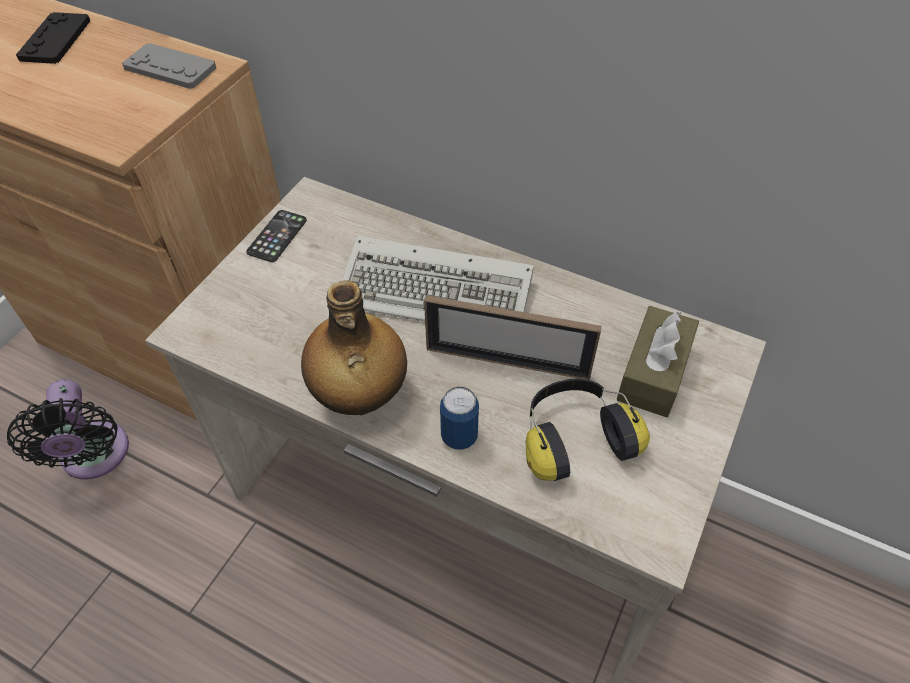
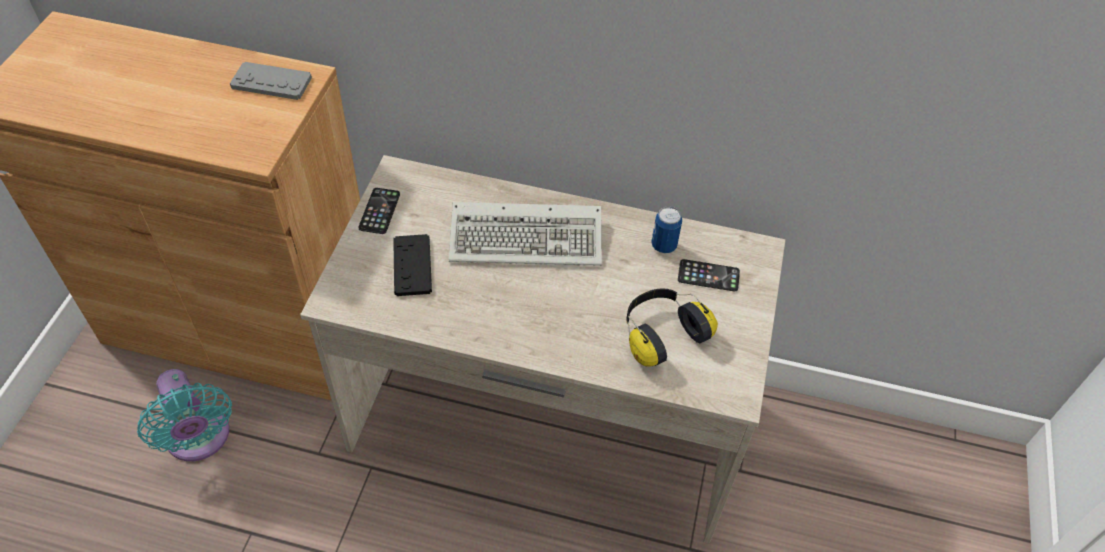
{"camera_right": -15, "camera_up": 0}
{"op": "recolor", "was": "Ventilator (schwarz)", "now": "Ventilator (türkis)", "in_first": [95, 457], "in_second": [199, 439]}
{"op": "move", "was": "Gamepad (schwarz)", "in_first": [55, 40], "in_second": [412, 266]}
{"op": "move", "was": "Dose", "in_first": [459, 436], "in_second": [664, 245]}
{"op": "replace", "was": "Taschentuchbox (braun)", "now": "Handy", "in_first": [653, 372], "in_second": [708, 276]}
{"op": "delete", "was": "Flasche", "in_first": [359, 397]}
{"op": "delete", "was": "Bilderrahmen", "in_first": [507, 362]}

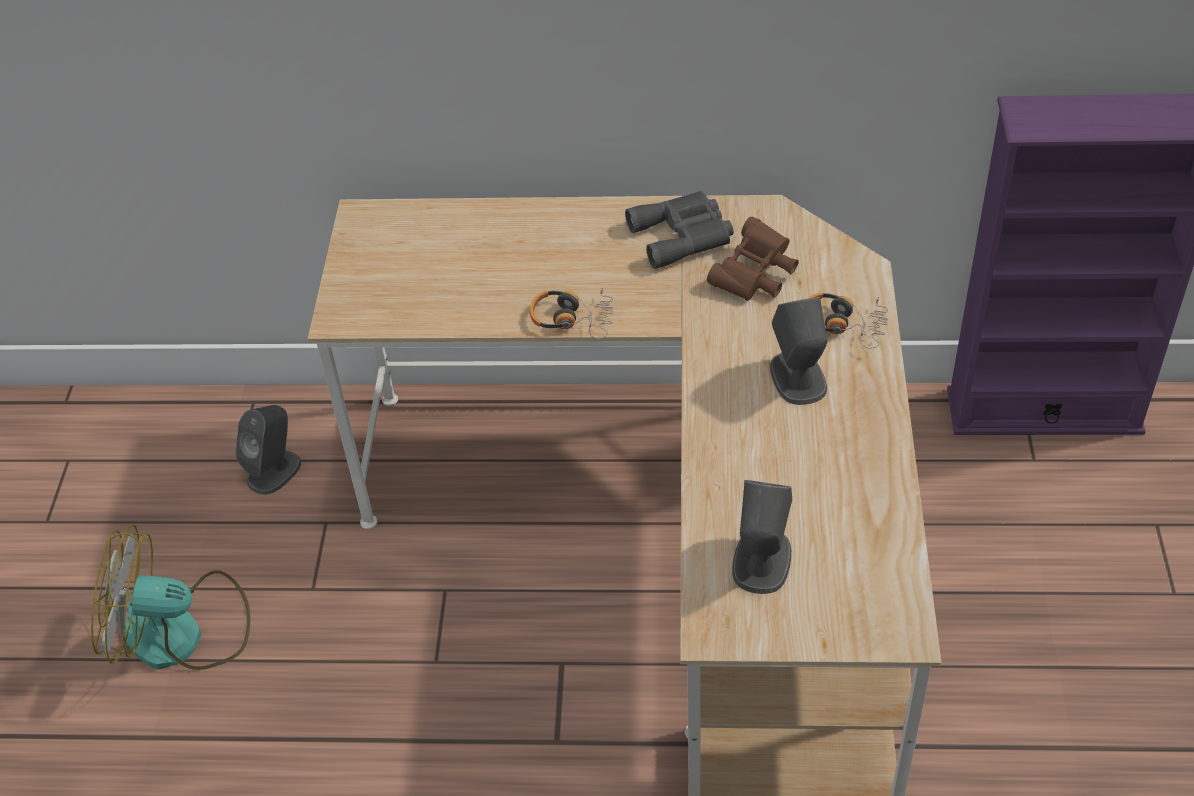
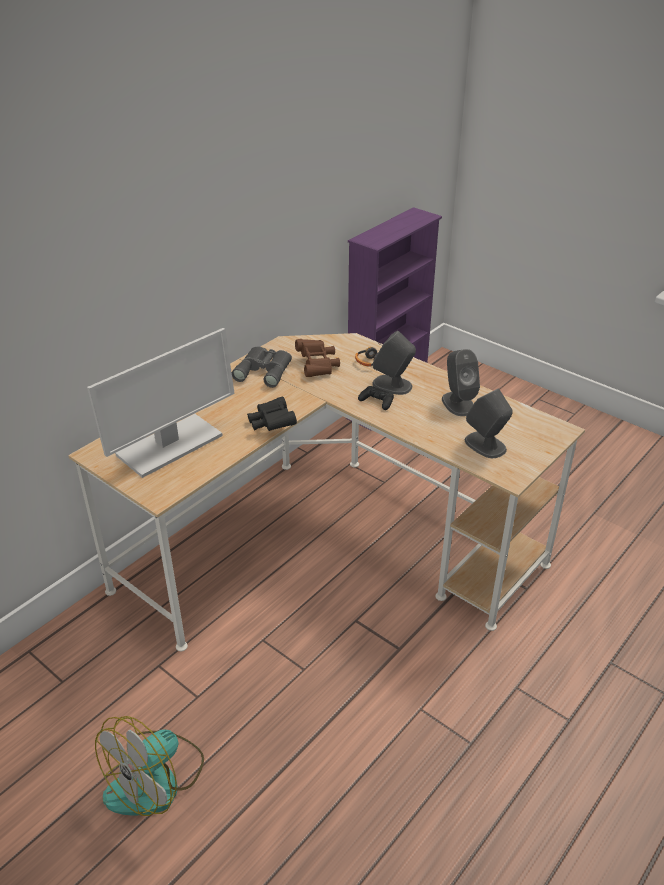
{"camera_right": -55, "camera_up": -10}
{"op": "insert", "now": "Monitor", "in_second": [169, 446]}
{"op": "replace", "was": "Kopfhörer", "now": "Fernglas (schwarz)", "in_first": [572, 319], "in_second": [272, 424]}
{"op": "insert", "now": "Gamepad (schwarz)", "in_second": [377, 401]}
{"op": "move", "was": "Lautsprecher (grau)", "in_first": [274, 471], "in_second": [458, 403]}

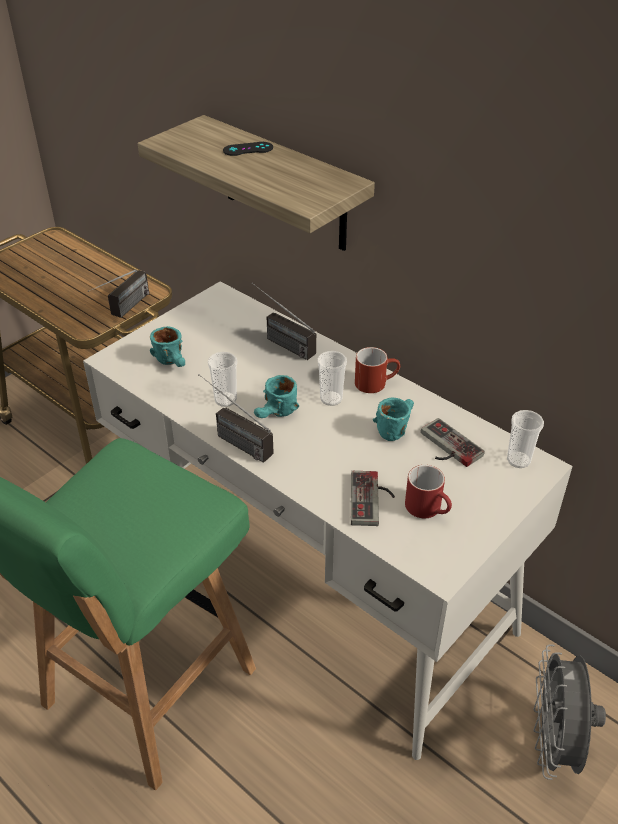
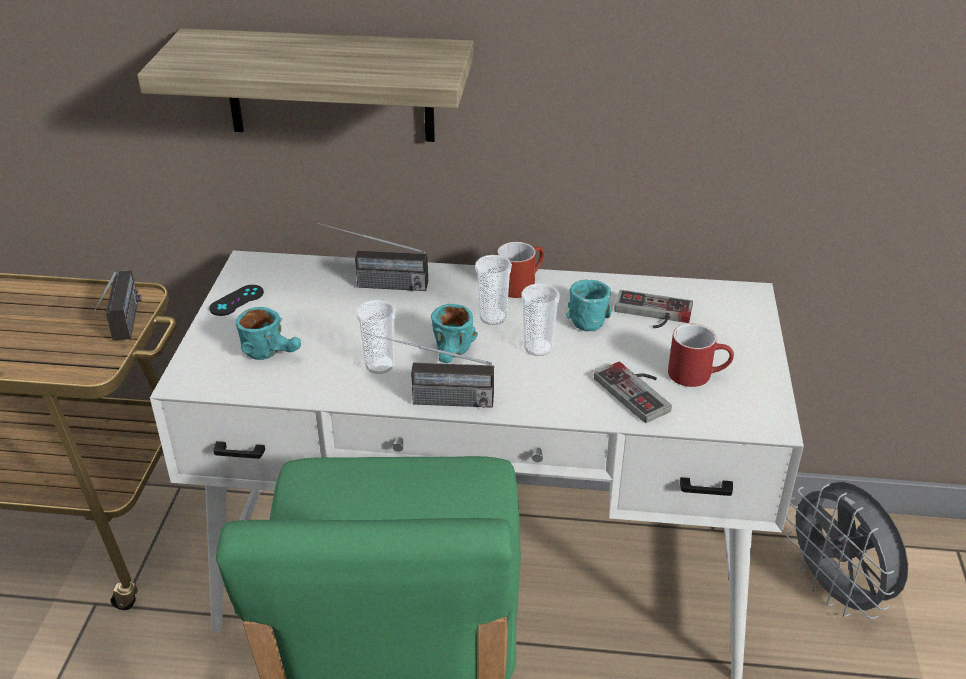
{"camera_right": -35, "camera_up": -5}
{"op": "move", "was": "Gamepad (schwarz)", "in_first": [248, 149], "in_second": [237, 300]}
{"op": "move", "was": "Tasse", "in_first": [518, 460], "in_second": [538, 348]}

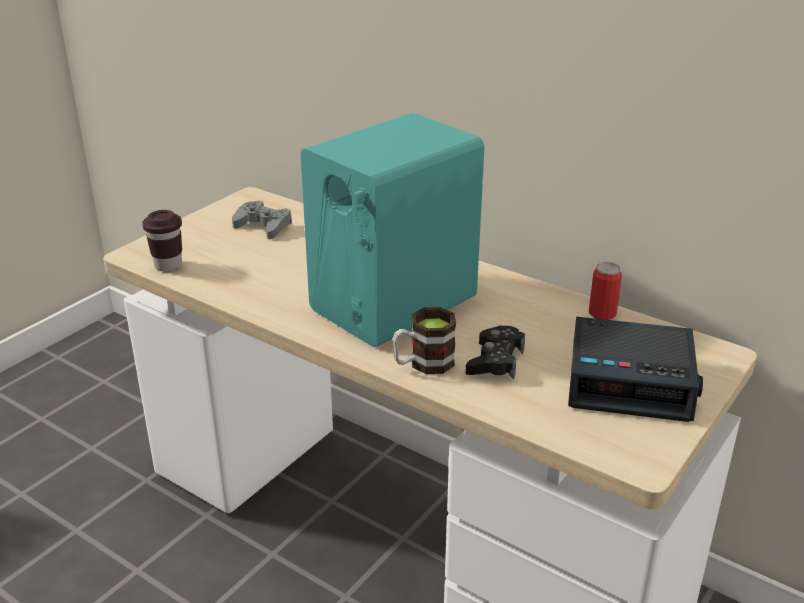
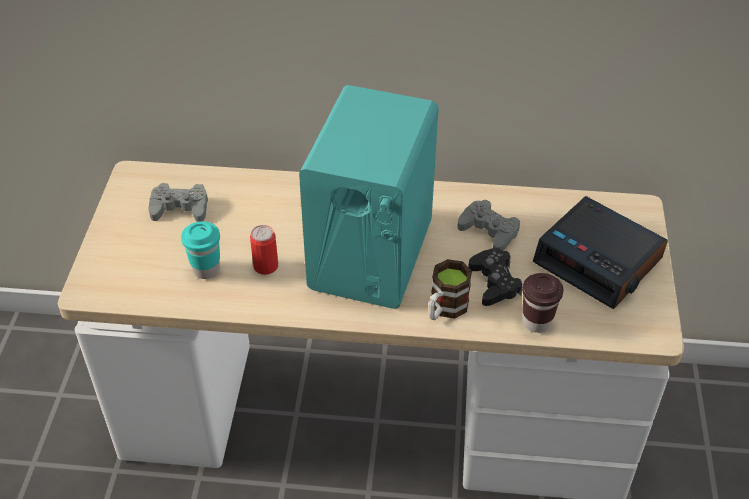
{"camera_right": -30, "camera_up": 15}
{"op": "insert", "now": "Tasse (türkis)", "in_second": [206, 269]}
{"op": "move", "was": "Dose", "in_first": [602, 313], "in_second": [266, 266]}
{"op": "insert", "now": "Gamepad (grau)", "in_second": [489, 231]}
{"op": "move", "was": "Tasse (braun)", "in_first": [168, 265], "in_second": [536, 322]}
{"op": "rotate", "was": "Wecker", "in_first": [631, 381], "in_second": [599, 261], "clockwise": 60}

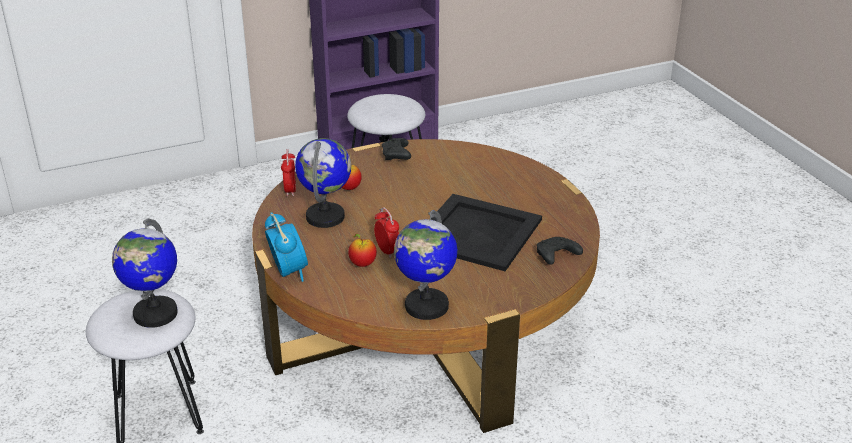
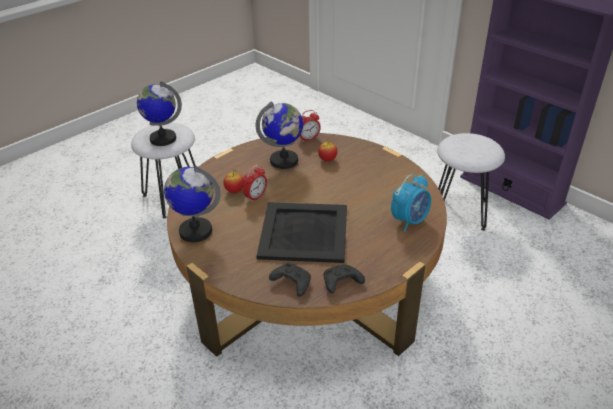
{"camera_right": 70, "camera_up": 5}
{"op": "move", "was": "Gamepad (schwarz)", "in_first": [396, 156], "in_second": [341, 283]}
{"op": "move", "was": "Wecker", "in_first": [288, 271], "in_second": [409, 220]}

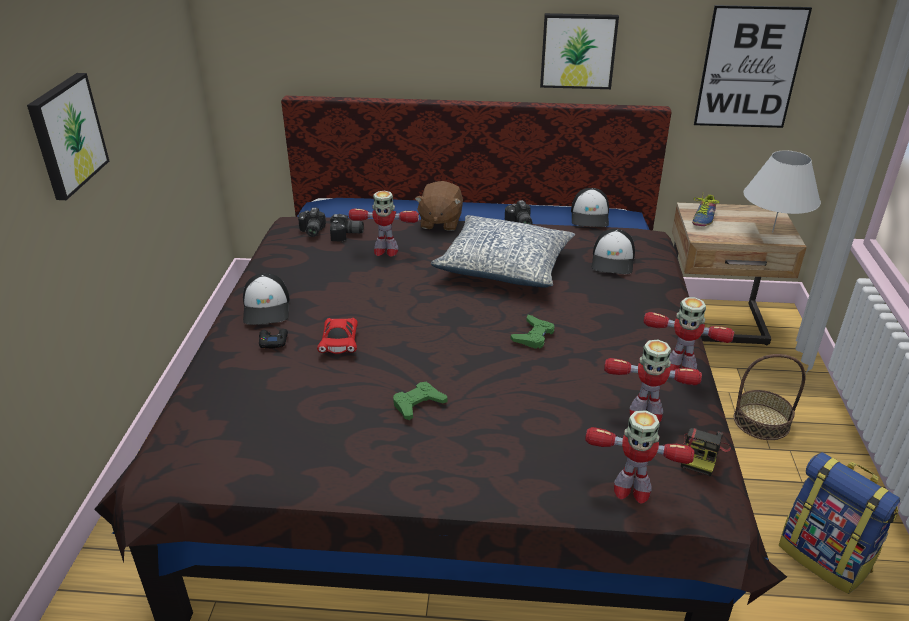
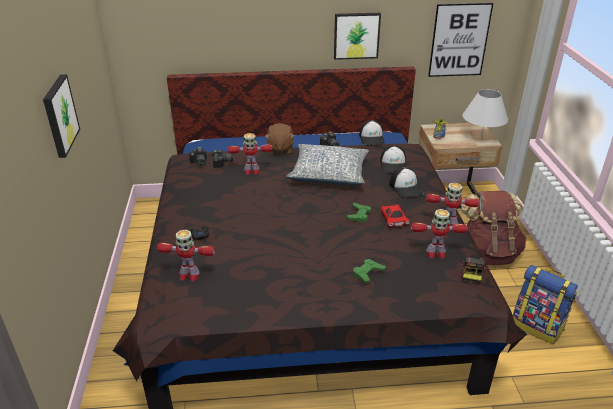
{"camera_right": -10, "camera_up": 0}
{"op": "move", "was": "Spielzeugroboter", "in_first": [631, 489], "in_second": [188, 275]}
{"op": "move", "was": "Gamepad (grün)", "in_first": [418, 404], "in_second": [368, 273]}
{"op": "move", "was": "Spielzeugauto (rot)", "in_first": [340, 343], "in_second": [394, 220]}
{"op": "move", "was": "Kappe", "in_first": [267, 308], "in_second": [406, 187]}
{"op": "replace", "was": "Korb", "now": "Rucksack (braun)", "in_first": [761, 421], "in_second": [487, 253]}

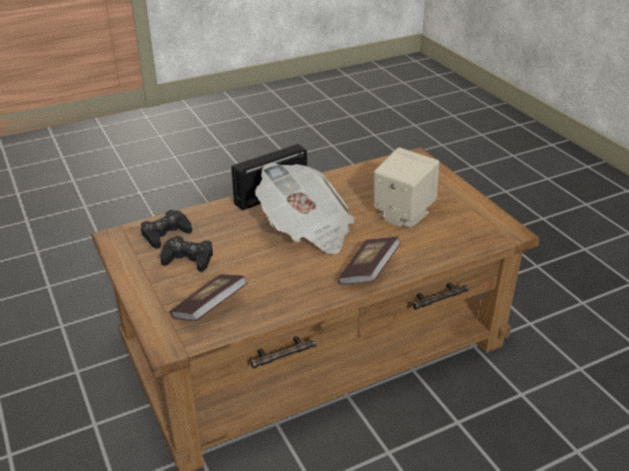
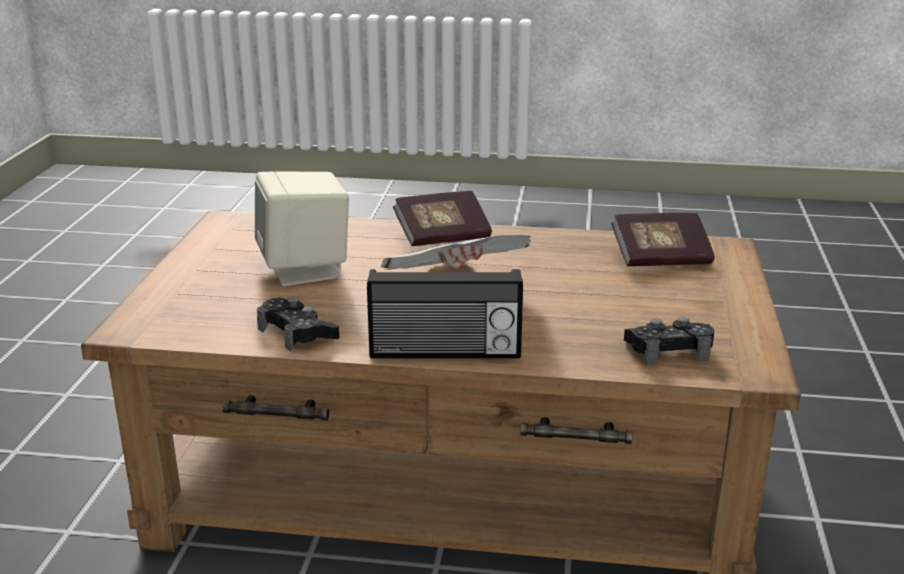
{"camera_right": -145, "camera_up": -10}
{"op": "move", "was": "Gamepad (schwarz)", "in_first": [188, 259], "in_second": [297, 333]}

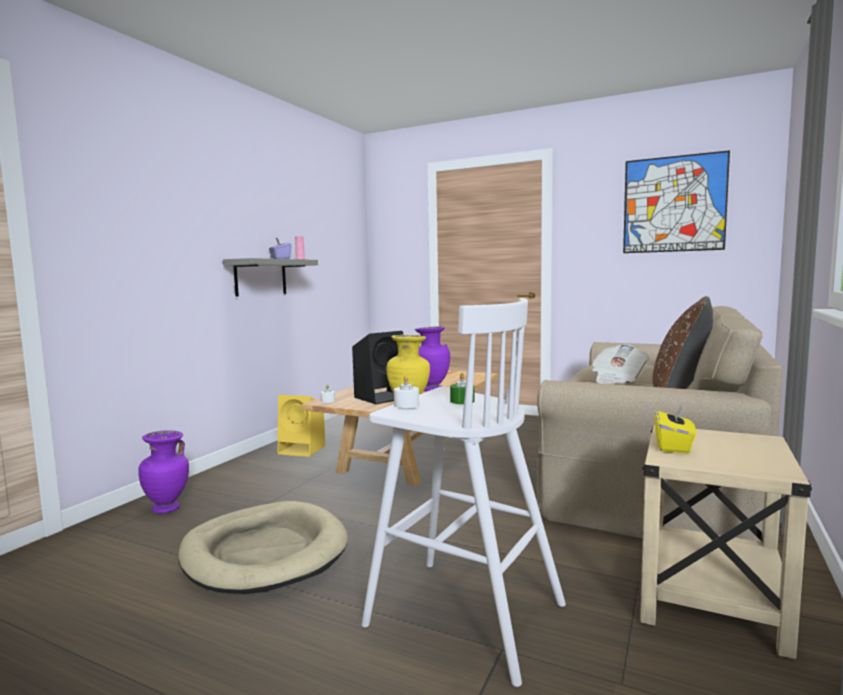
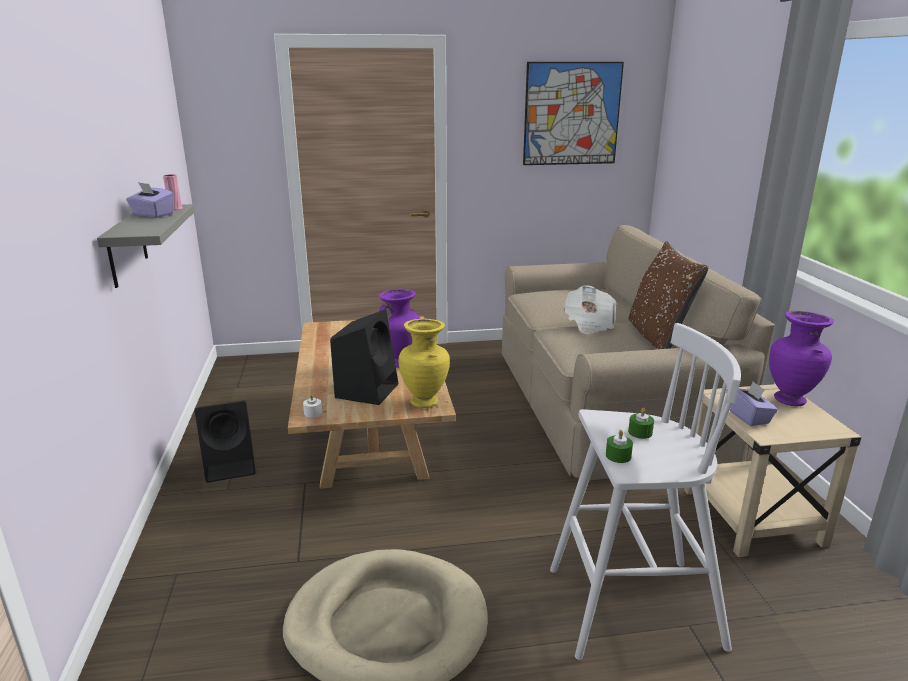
{"camera_right": -35, "camera_up": 15}
{"op": "recolor", "was": "Lautsprecher (gelb)", "now": "Lautsprecher (schwarz)", "in_first": [303, 450], "in_second": [232, 465]}
{"op": "recolor", "was": "Kerze (weiß)", "now": "Kerze (grün)", "in_first": [406, 405], "in_second": [618, 456]}
{"op": "recolor", "was": "Taschentuchbox (gelb)", "now": "Taschentuchbox (lila)", "in_first": [673, 446], "in_second": [748, 417]}
{"op": "move", "was": "Vase (lila)", "in_first": [167, 509], "in_second": [790, 400]}

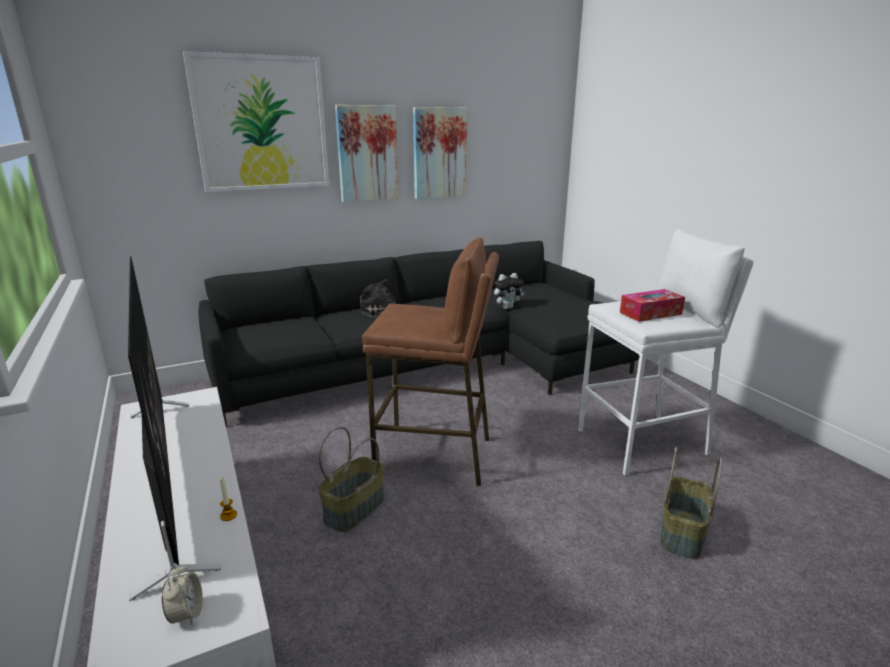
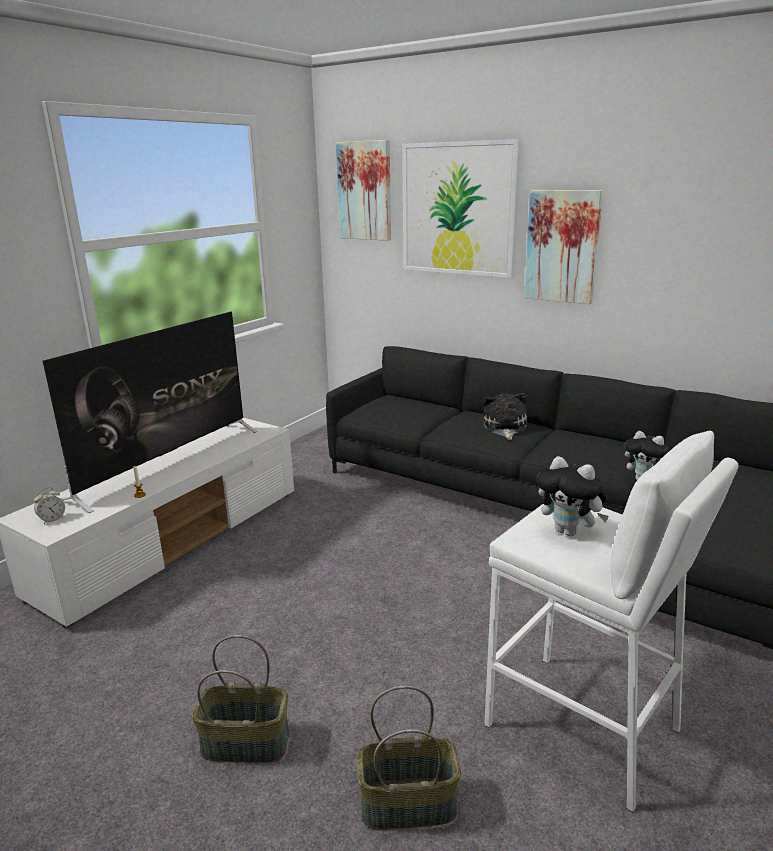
{"camera_right": 60, "camera_up": 0}
{"op": "move", "was": "Korb", "in_first": [354, 508], "in_second": [246, 742]}
{"op": "move", "was": "Bild", "in_first": [439, 153], "in_second": [365, 191]}
{"op": "replace", "was": "Taschentuchbox", "now": "Plüschtier", "in_first": [650, 313], "in_second": [569, 532]}
{"op": "delete", "was": "Hocker (braun)", "in_first": [434, 456]}

